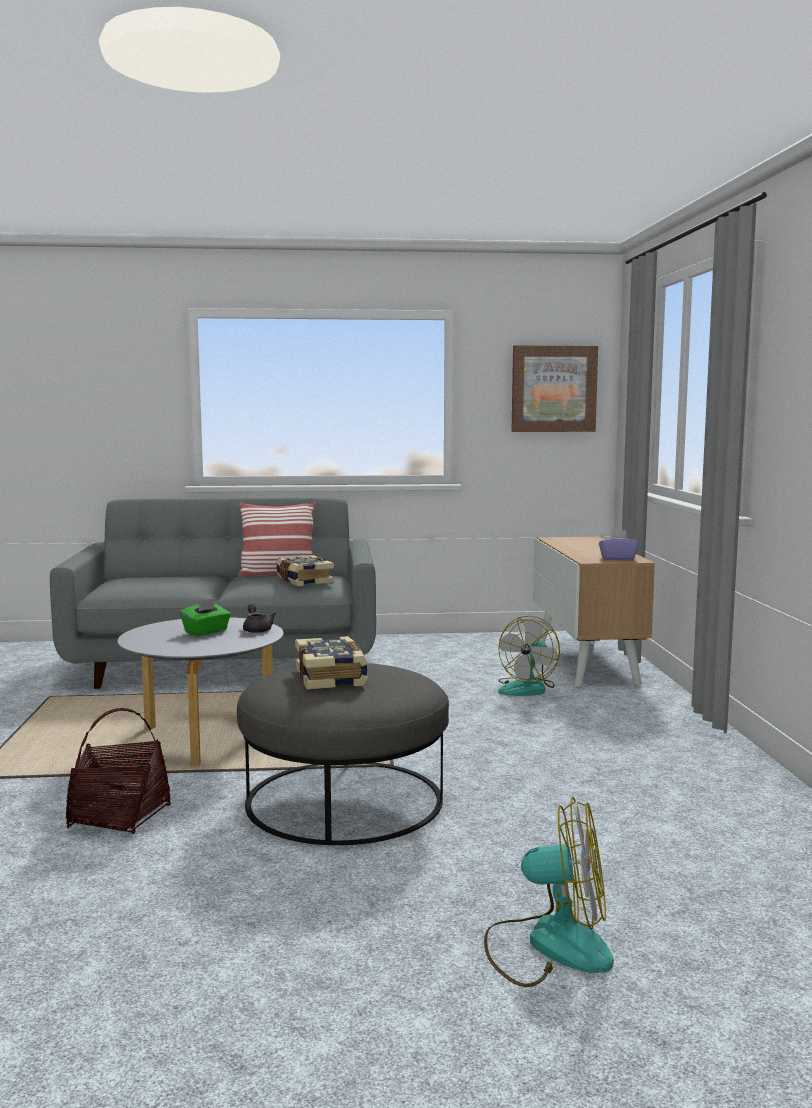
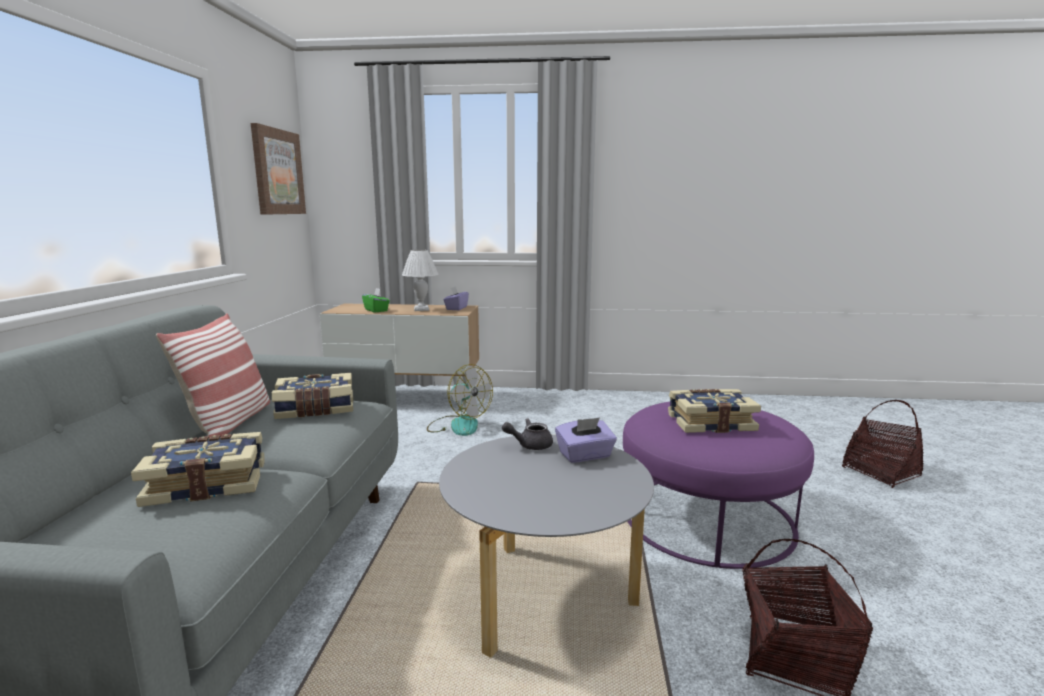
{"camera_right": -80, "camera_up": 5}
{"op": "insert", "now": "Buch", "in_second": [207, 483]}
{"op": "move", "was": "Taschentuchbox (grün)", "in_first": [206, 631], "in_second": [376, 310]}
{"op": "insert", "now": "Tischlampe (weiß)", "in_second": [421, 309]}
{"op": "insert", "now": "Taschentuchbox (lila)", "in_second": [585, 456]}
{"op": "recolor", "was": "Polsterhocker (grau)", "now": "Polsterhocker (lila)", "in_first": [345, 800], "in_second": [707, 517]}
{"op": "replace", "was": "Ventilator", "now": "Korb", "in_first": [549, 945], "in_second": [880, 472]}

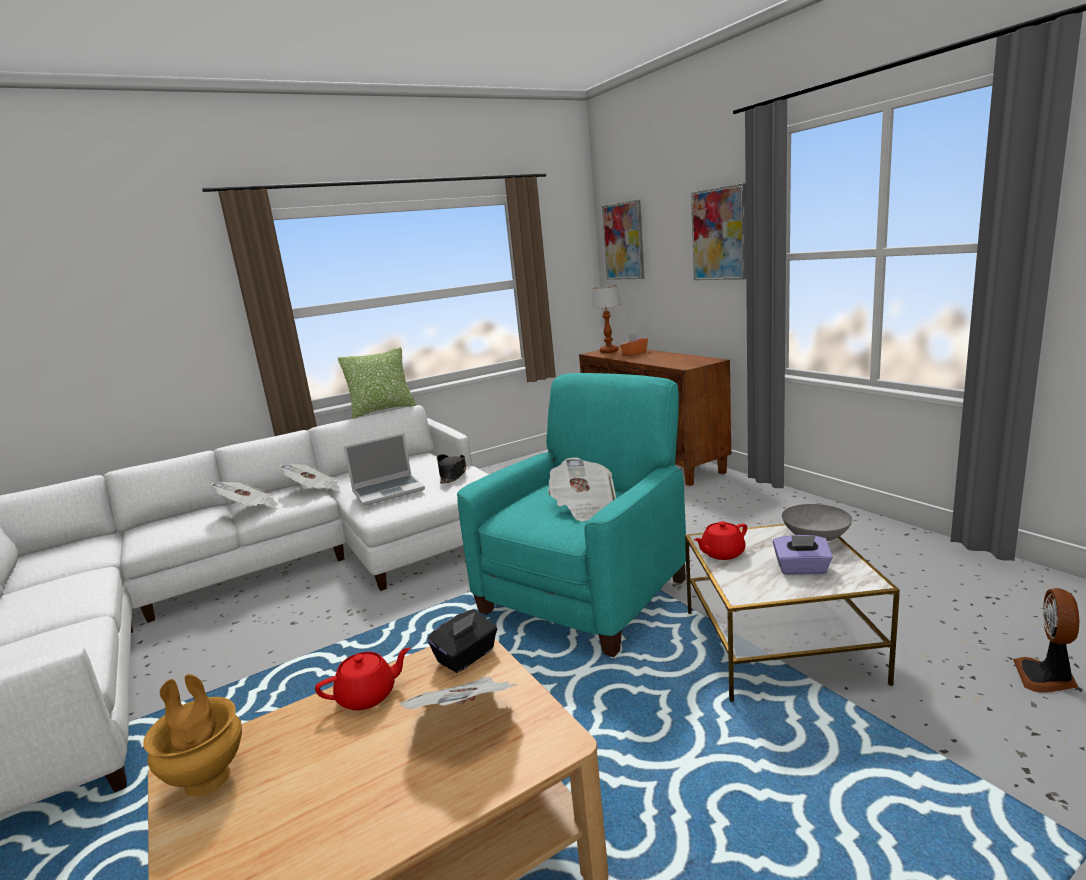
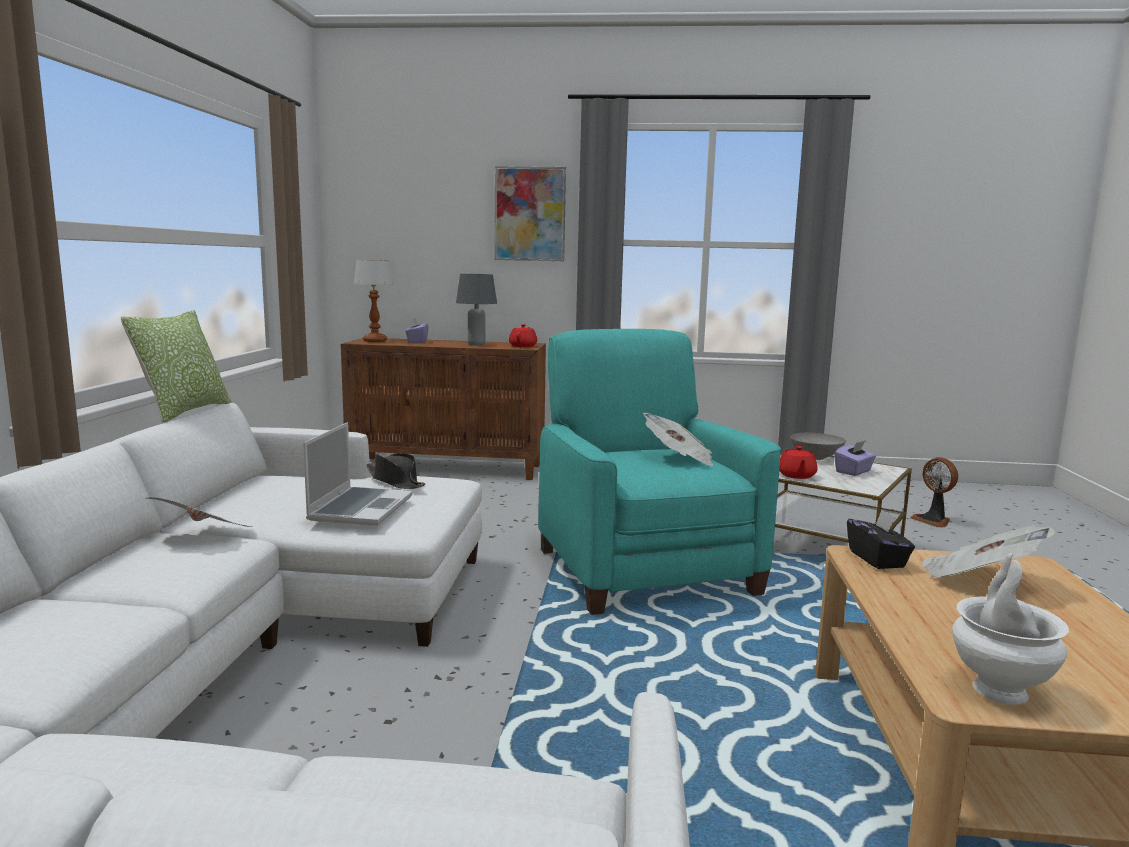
{"camera_right": -55, "camera_up": -5}
{"op": "recolor", "was": "Taschentuchbox (orange)", "now": "Taschentuchbox (lila)", "in_first": [634, 353], "in_second": [417, 341]}
{"op": "insert", "now": "Tischlampe (grau)", "in_second": [476, 344]}
{"op": "move", "was": "Teekanne (rot)", "in_first": [368, 695], "in_second": [523, 346]}
{"op": "recolor", "was": "Vase (braun)", "now": "Vase (weiß)", "in_first": [209, 778], "in_second": [999, 689]}
{"op": "delete", "was": "Zeitung", "in_first": [250, 508]}
{"op": "delete", "was": "Bild", "in_first": [624, 241]}

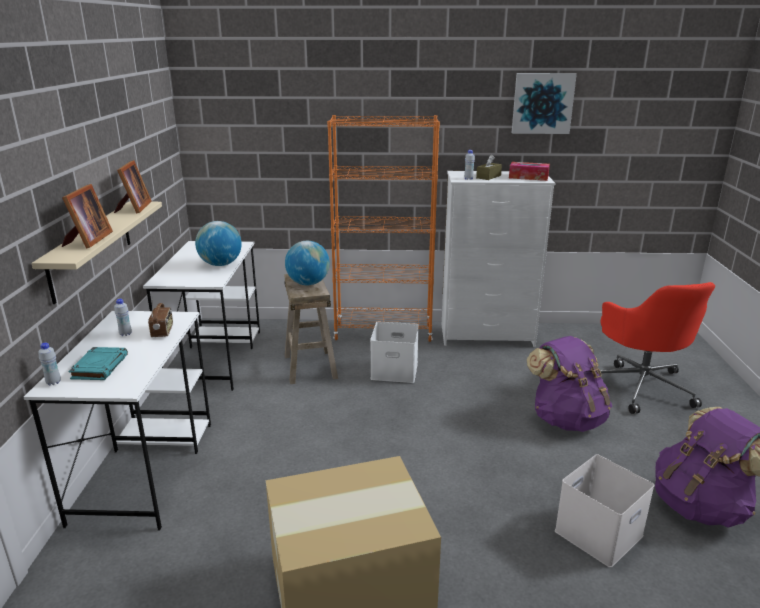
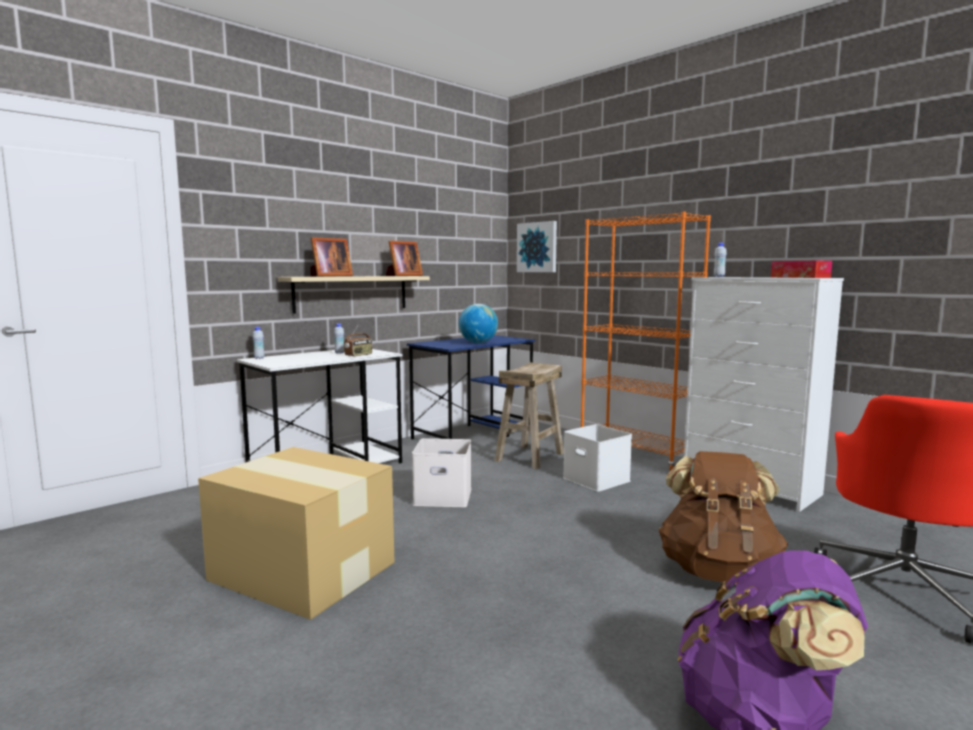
{"camera_right": 45, "camera_up": -15}
{"op": "recolor", "was": "Schreibtisch (weiß)", "now": "Schreibtisch (blau)", "in_first": [215, 357], "in_second": [473, 434]}
{"op": "move", "was": "Aufbewahrungsbox (weiß)", "in_first": [599, 534], "in_second": [441, 497]}
{"op": "move", "was": "Bild", "in_first": [542, 103], "in_second": [537, 247]}
{"op": "recolor", "was": "Rucksack (lila)", "now": "Rucksack (braun)", "in_first": [566, 418], "in_second": [718, 571]}
{"op": "delete", "was": "Buch (türkis)", "in_first": [100, 367]}
{"op": "delete", "was": "Globus", "in_first": [308, 283]}
{"op": "delete", "was": "Taschentuchbox (braun)", "in_first": [488, 177]}

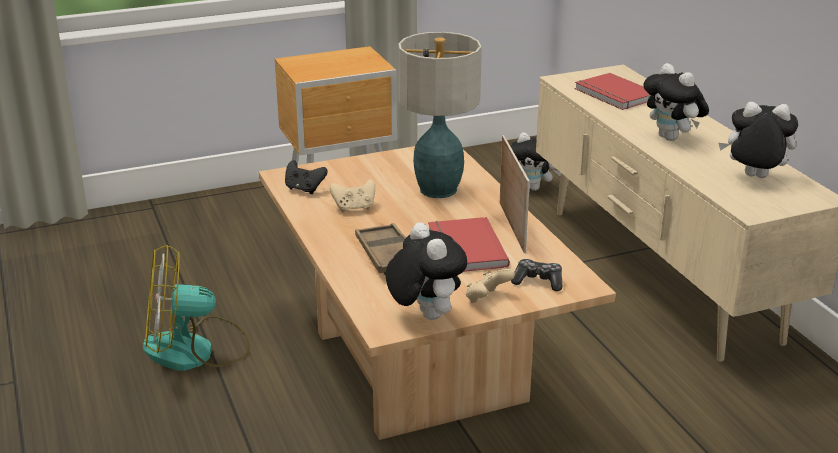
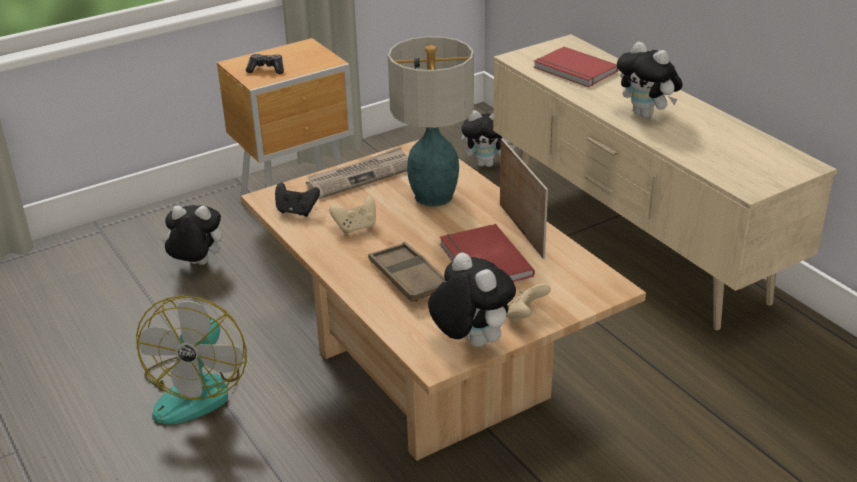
{"camera_right": -10, "camera_up": 5}
{"op": "rotate", "was": "Ventilator", "in_first": [195, 350], "in_second": [198, 389], "clockwise": -60}
{"op": "move", "was": "Plüschtier", "in_first": [753, 178], "in_second": [196, 265]}
{"op": "move", "was": "Gamepad", "in_first": [538, 281], "in_second": [266, 69]}
{"op": "insert", "now": "Zeitung", "in_second": [360, 176]}

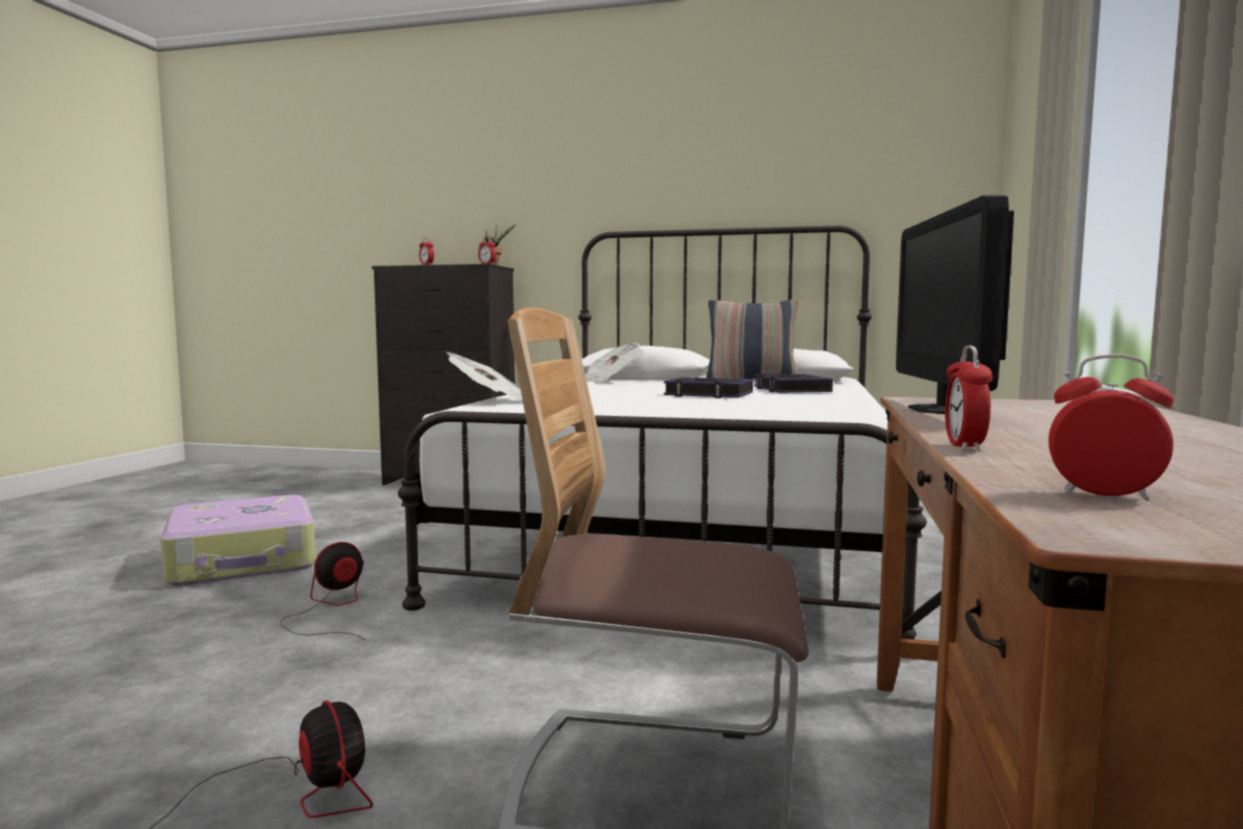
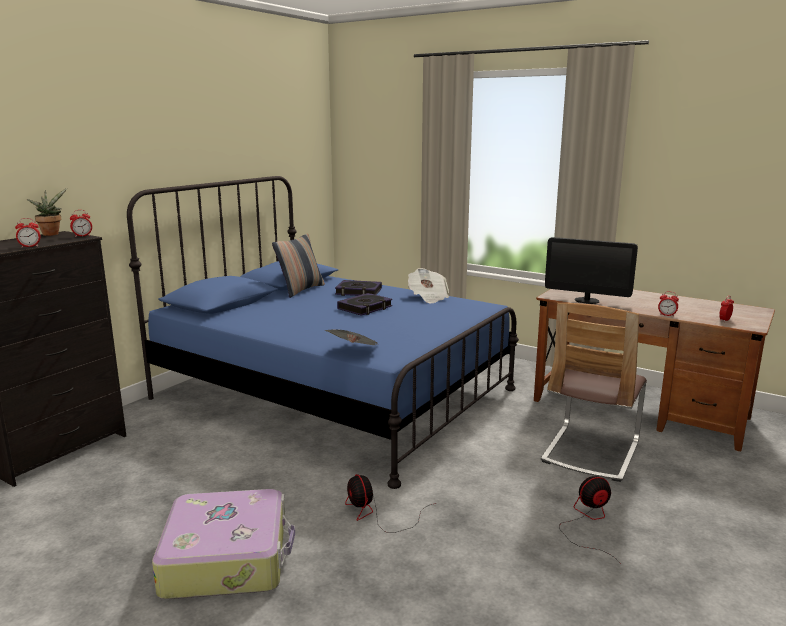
{"camera_right": -70, "camera_up": 10}
{"op": "recolor", "was": "Bett (weiß)", "now": "Bett (blau)", "in_first": [690, 538], "in_second": [333, 394]}
{"op": "move", "was": "Zeitung", "in_first": [609, 381], "in_second": [428, 297]}

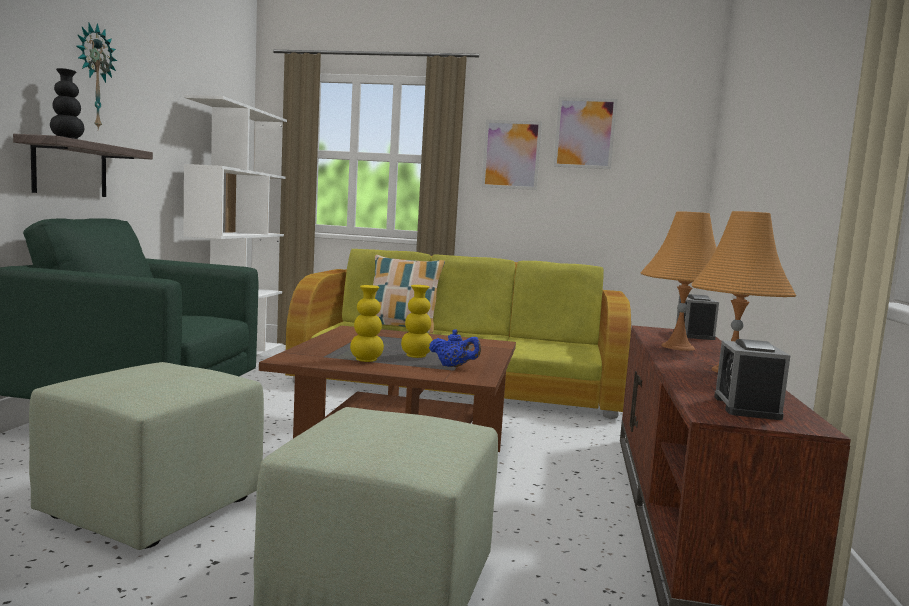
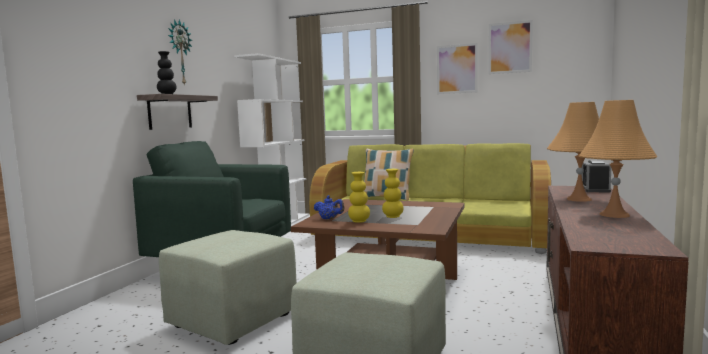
{"camera_right": 10, "camera_up": 0}
{"op": "move", "was": "Teekanne (blau)", "in_first": [453, 366], "in_second": [329, 219]}
{"op": "delete", "was": "Wecker", "in_first": [746, 407]}

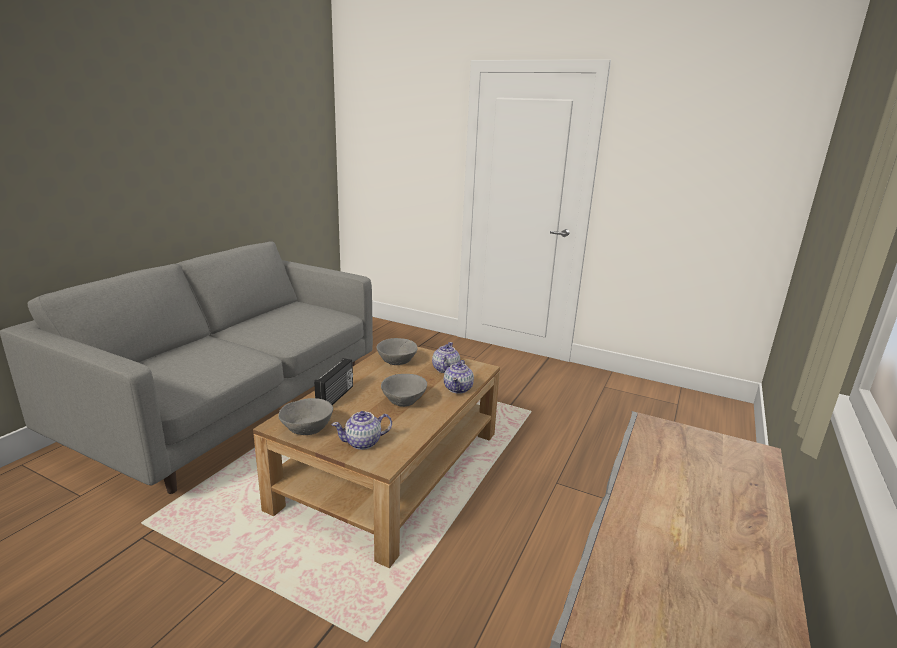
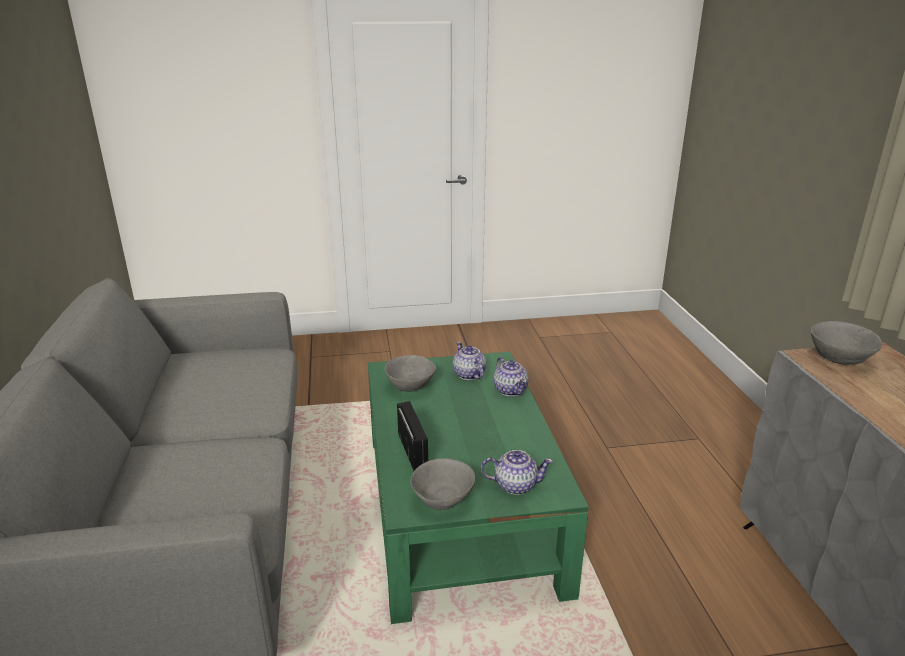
{"camera_right": -35, "camera_up": 5}
{"op": "recolor", "was": "Couchtisch (braun)", "now": "Couchtisch (grün)", "in_first": [392, 468], "in_second": [459, 507]}
{"op": "rotate", "was": "Teekanne", "in_first": [363, 442], "in_second": [515, 485], "clockwise": -120}
{"op": "move", "was": "Schüssel (grau)", "in_first": [403, 401], "in_second": [838, 358]}

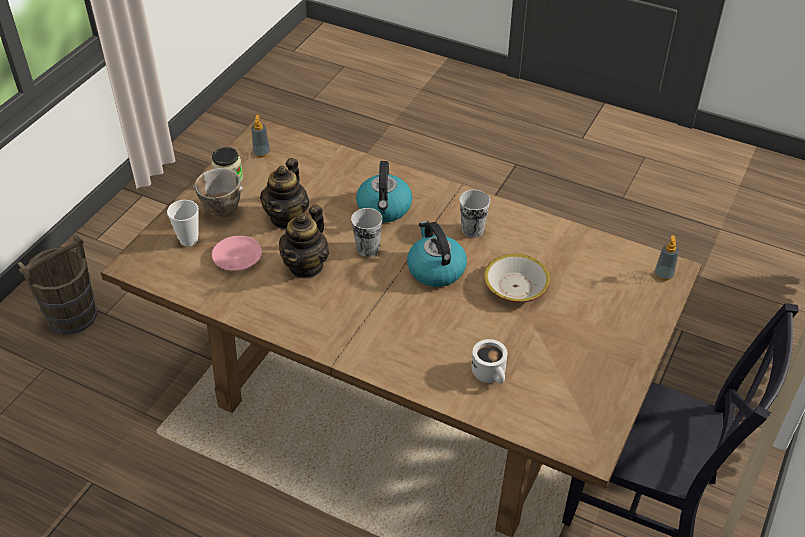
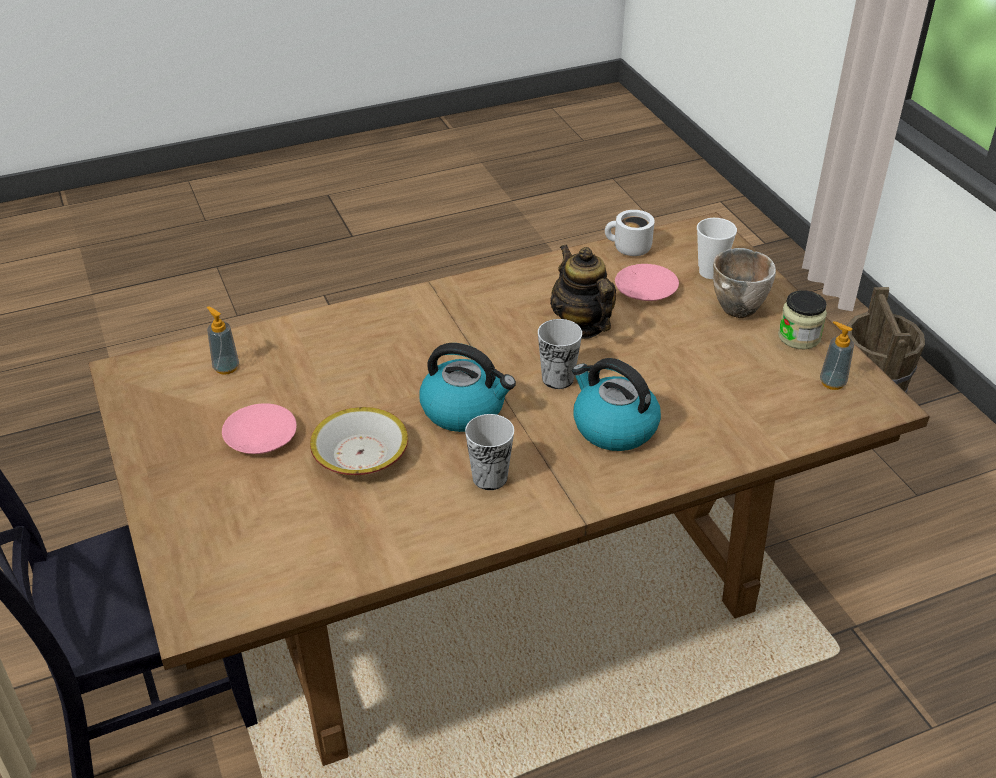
{"camera_right": 130, "camera_up": -5}
{"op": "move", "was": "Seifenspender", "in_first": [663, 275], "in_second": [226, 367]}
{"op": "insert", "now": "Teller (rosa)", "in_second": [261, 437]}
{"op": "move", "was": "Henkelbecher (weiß)", "in_first": [491, 374], "in_second": [628, 249]}
{"op": "delete", "was": "Teekanne", "in_first": [287, 218]}

